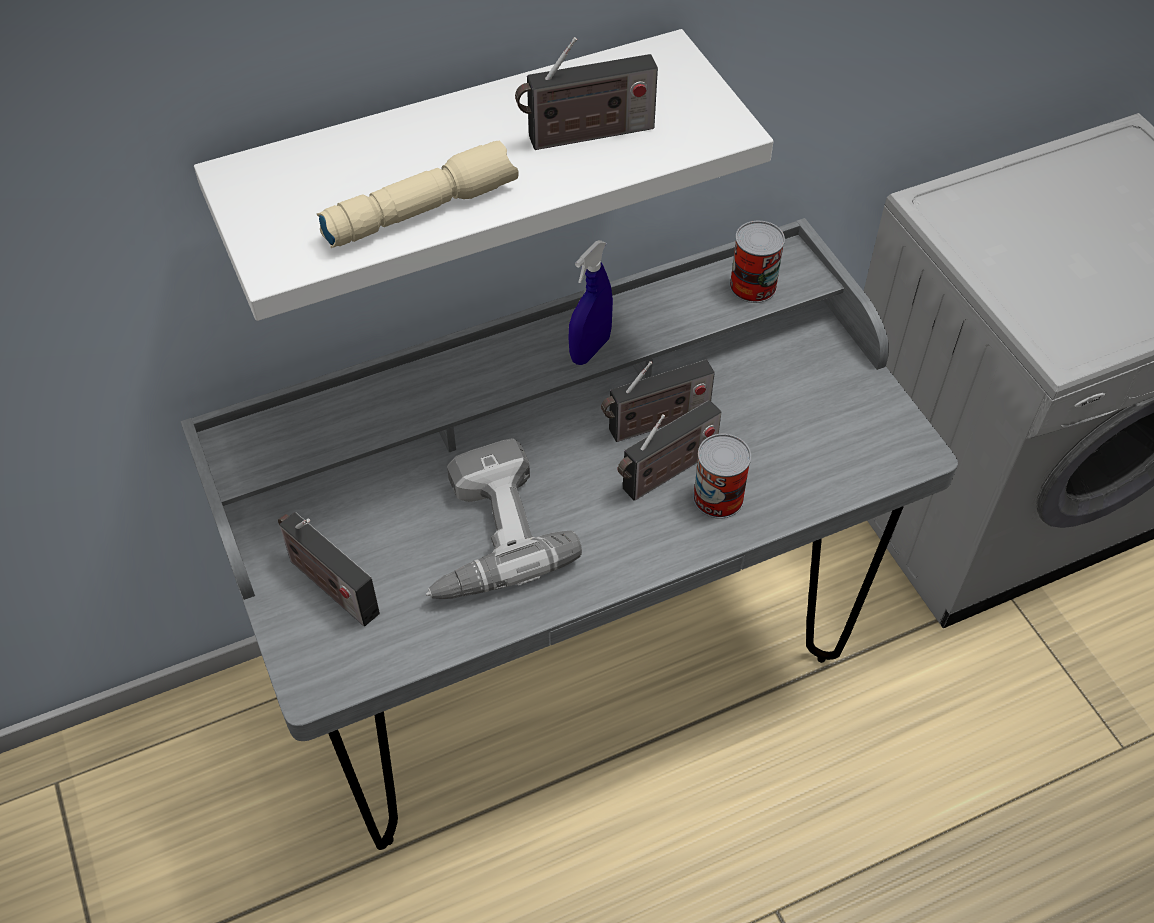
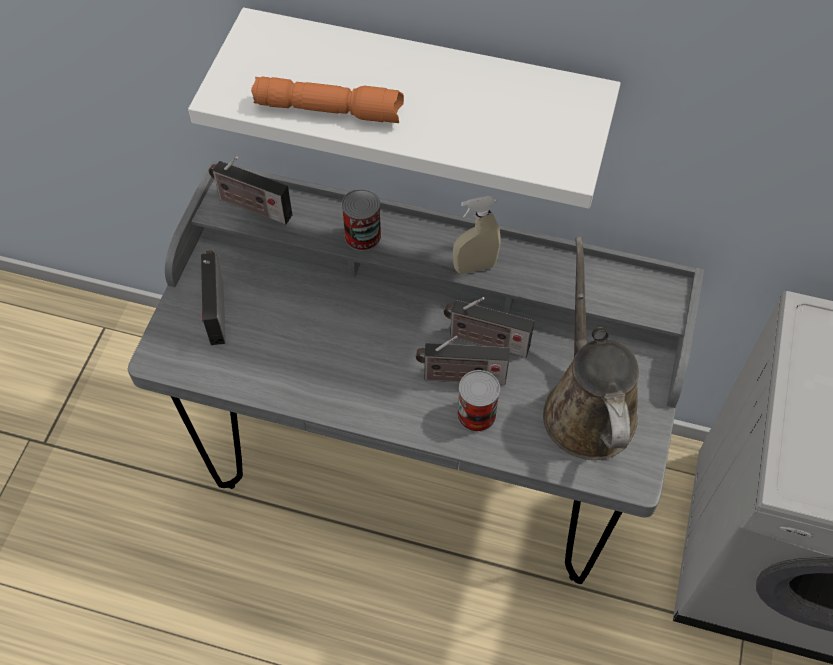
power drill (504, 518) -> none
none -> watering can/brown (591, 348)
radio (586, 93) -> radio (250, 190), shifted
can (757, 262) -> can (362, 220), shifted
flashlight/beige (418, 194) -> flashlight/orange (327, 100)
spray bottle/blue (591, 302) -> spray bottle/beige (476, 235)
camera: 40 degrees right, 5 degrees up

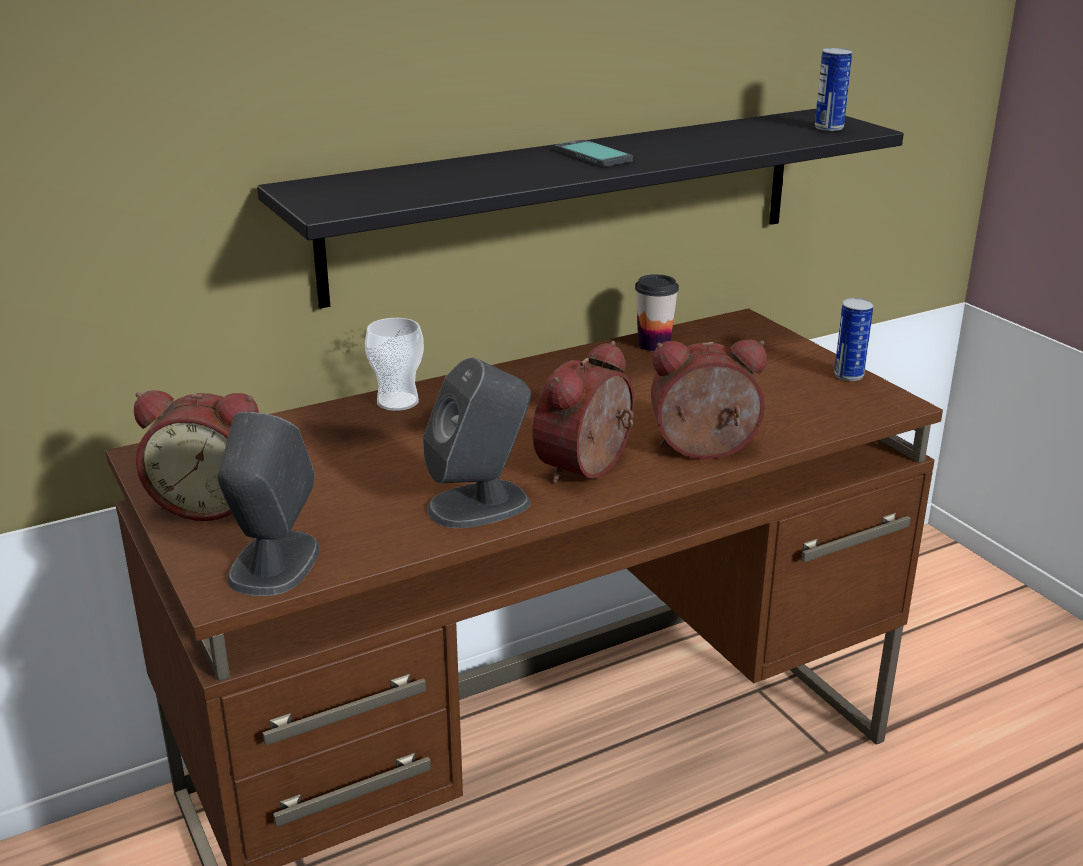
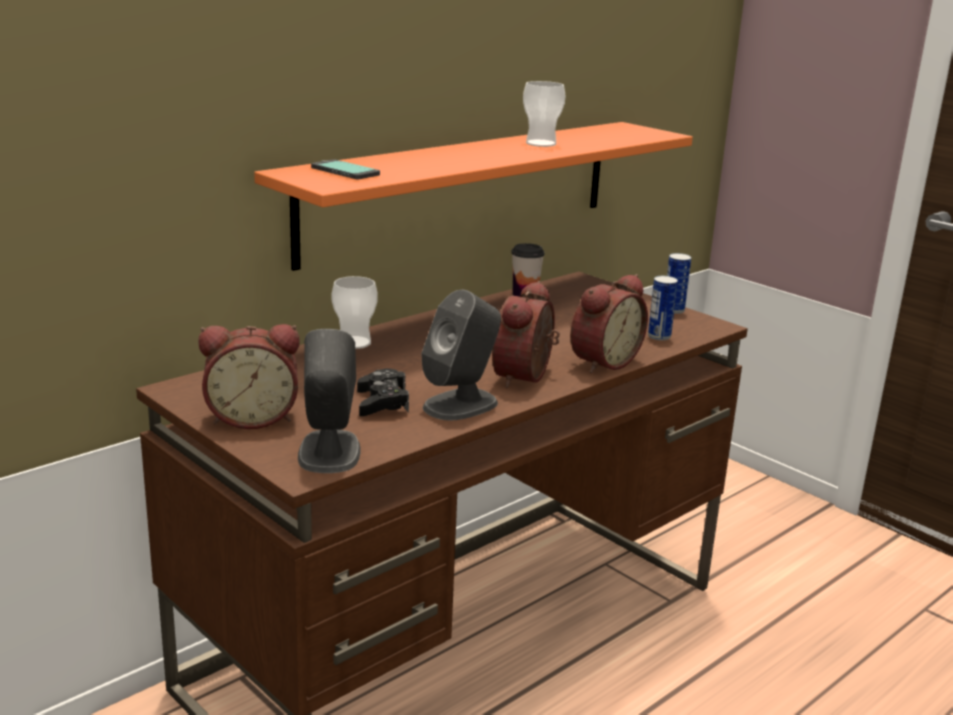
none -> game controller/black (383, 392)
none -> cup (544, 114)
phone (594, 153) -> phone (345, 169), shifted
can (833, 89) -> can (663, 308), shifted
shelf/black (580, 208) -> shelf/orange (473, 196)
alarm clock (709, 399) -> alarm clock (609, 323), 150 degrees clockwise
camera: 15 degrees left, 5 degrees down

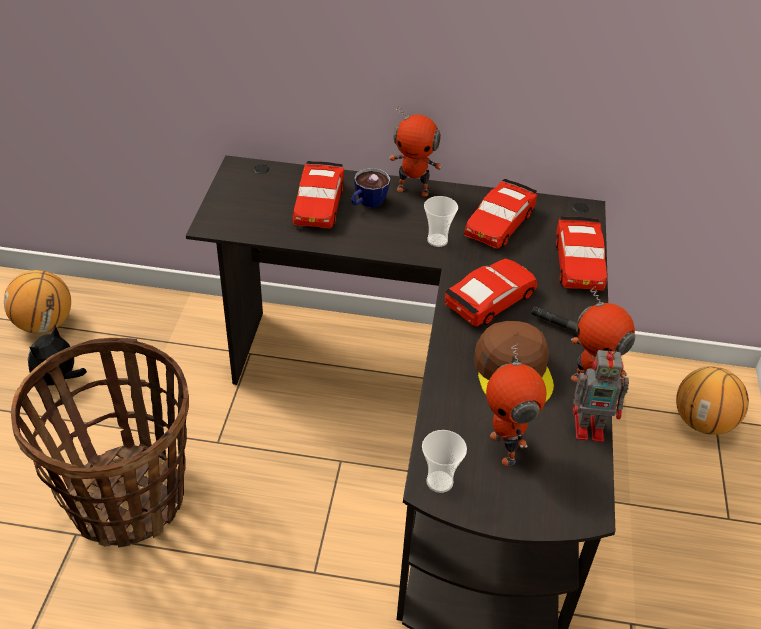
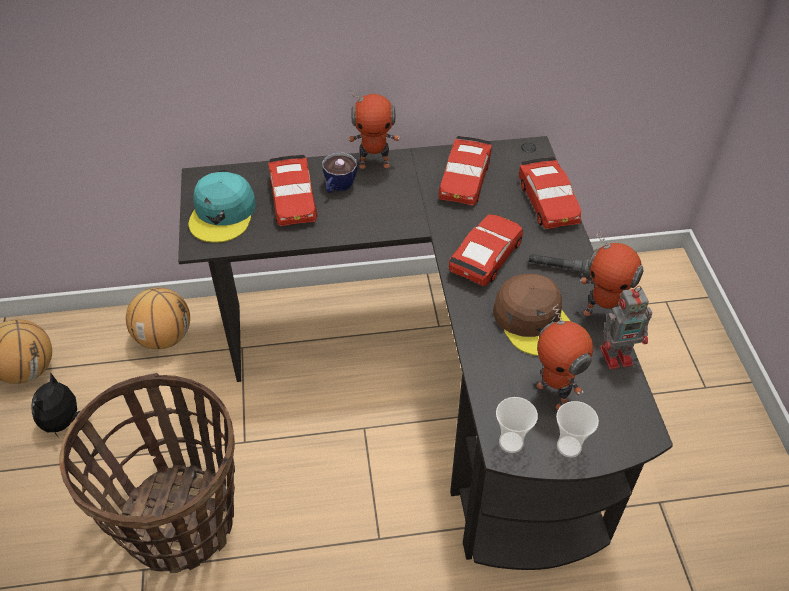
none -> cap/turquoise (222, 207)
cup (441, 221) -> cup (577, 429), shifted
basketball (712, 400) -> basketball (158, 318), shifted
camera: 15 degrees left, 5 degrees up

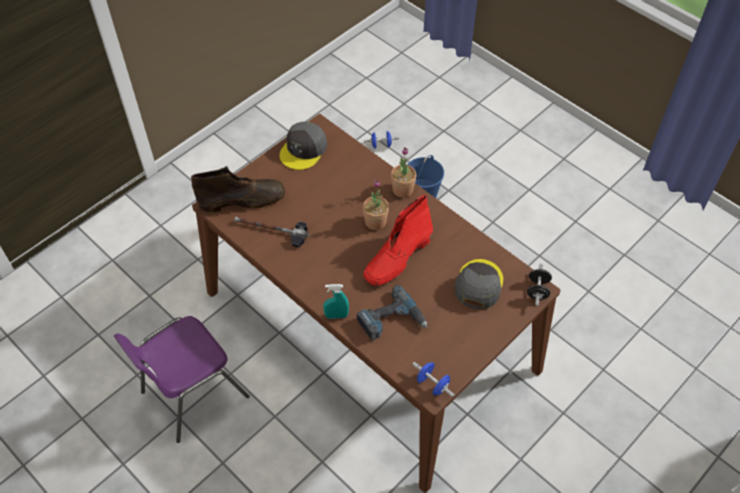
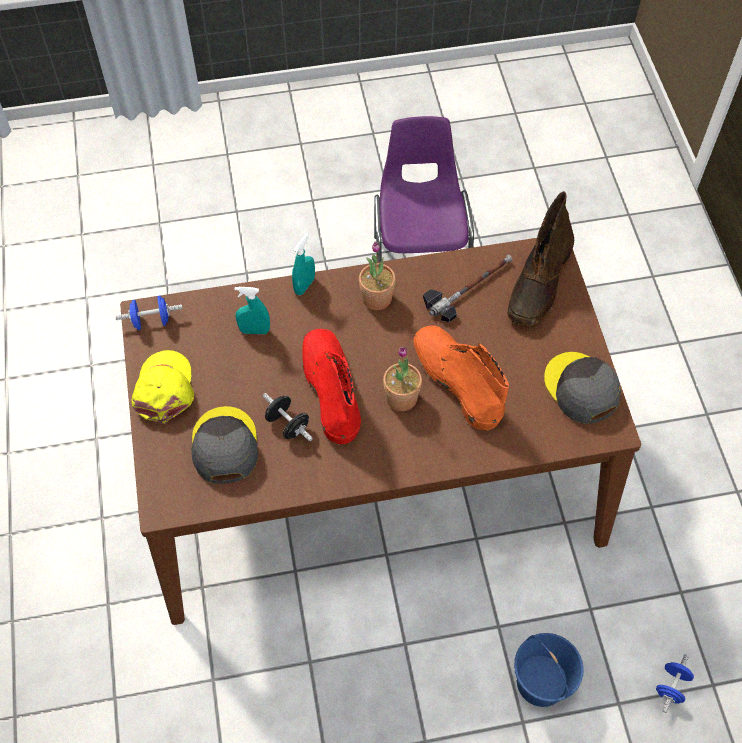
none -> cap/yellow (163, 387)
none -> boot/orange (461, 378)
potted plant (403, 172) -> potted plant (377, 276), shifted
dumbbell/black (539, 284) -> dumbbell/black (288, 417), shifted
power drill (392, 313) -> spray bottle/turquoise (252, 310)
cap/grey (479, 284) -> cap/grey (224, 445), 150 degrees counterclockwise
camera: 125 degrees right, 5 degrees up

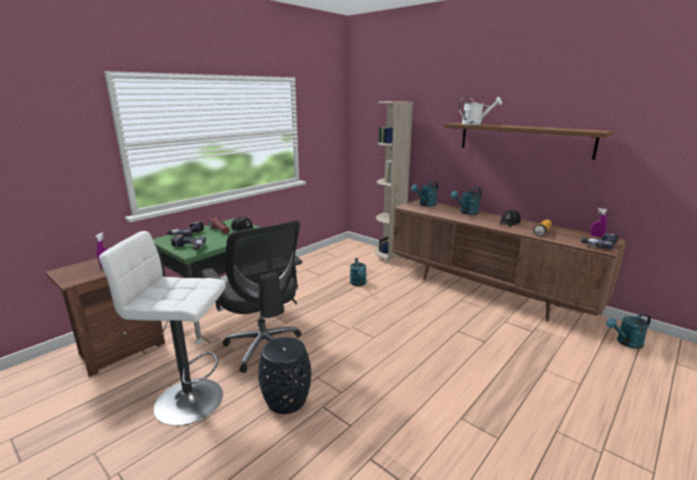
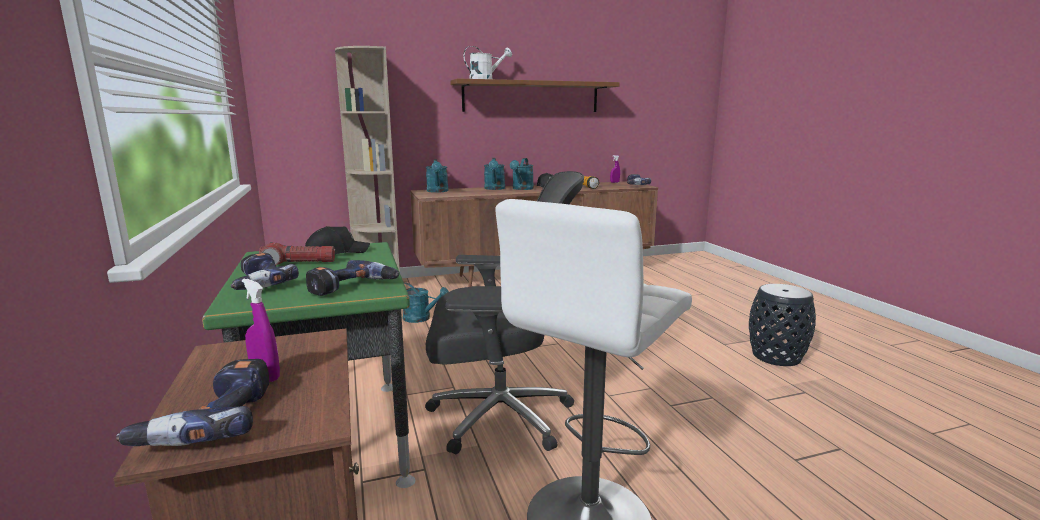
none -> power drill (192, 402)
stool/black (284, 375) -> stool/black (782, 325), shifted
watering can/turquoise (628, 331) -> watering can/turquoise (522, 174), shifted
camera: 60 degrees left, 5 degrees down

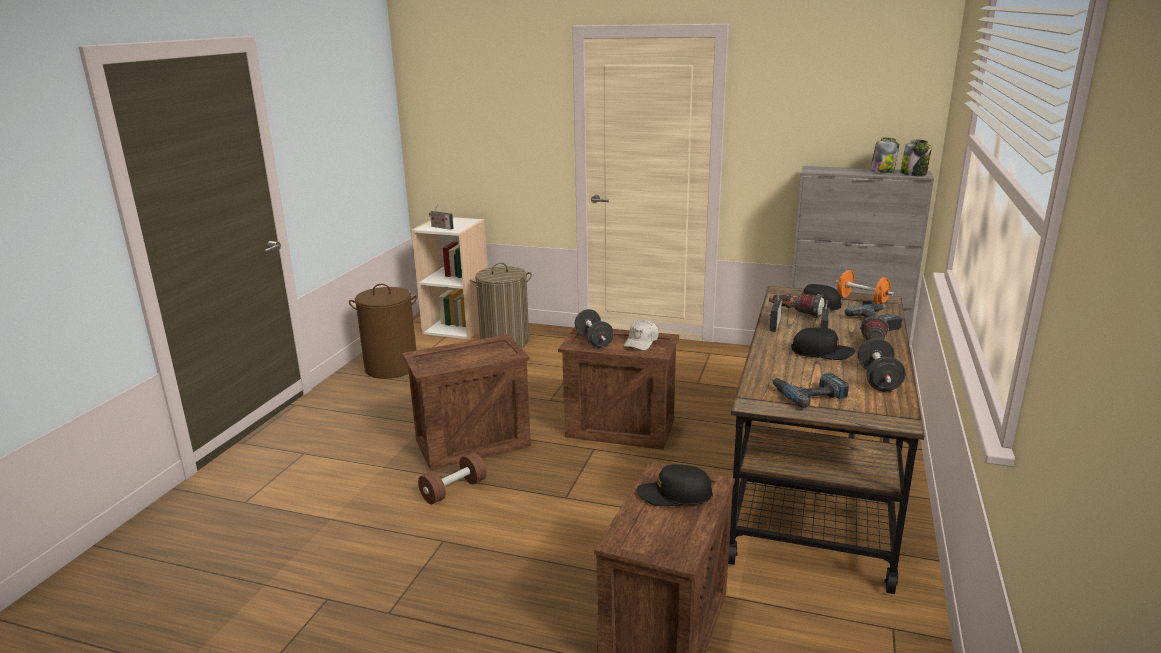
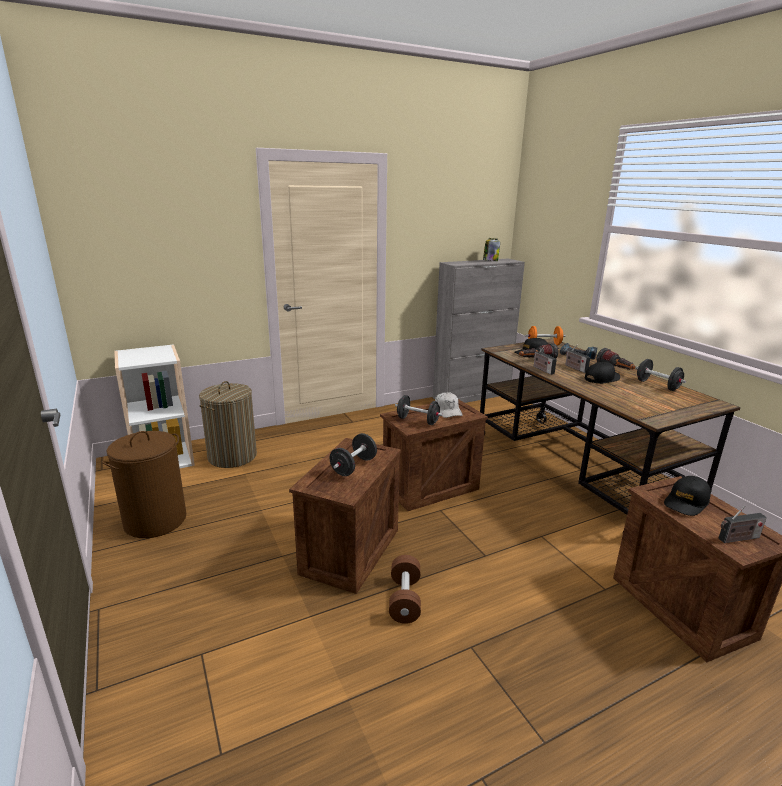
power drill (810, 390) -> none
jar (916, 157) -> none
none -> dumbbell/black (353, 454)
radio (441, 217) -> radio (742, 524), shifted
camera: 45 degrees left, 0 degrees up

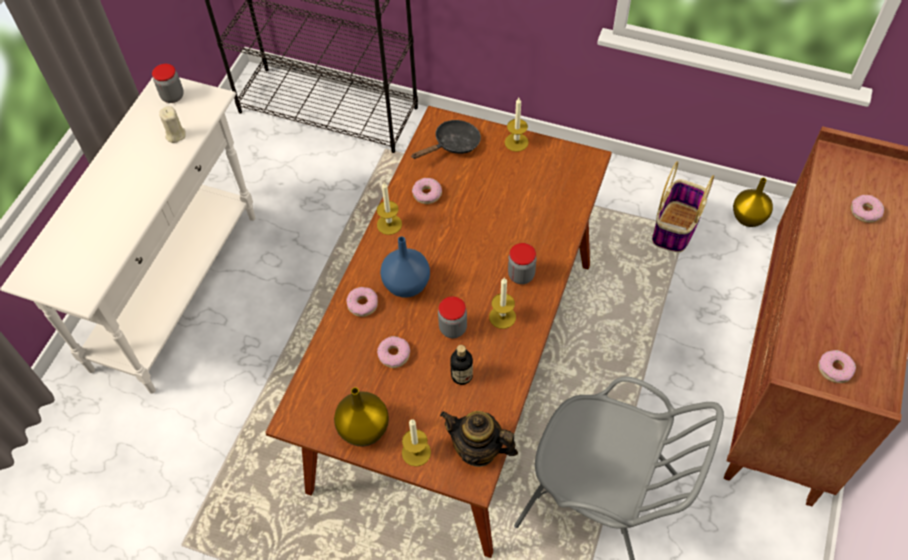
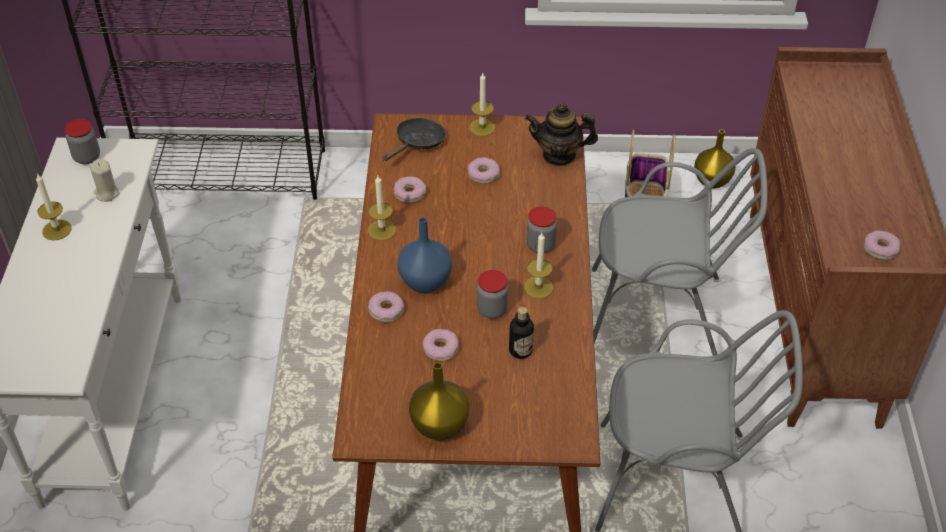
none -> chair/grey (680, 252)
candle (416, 443) -> candle (54, 207), shifted
teapot (479, 439) -> teapot (561, 134), shifted
donut (867, 209) -> donut (483, 170), shifted
camera: 20 degrees left, 10 degrees down

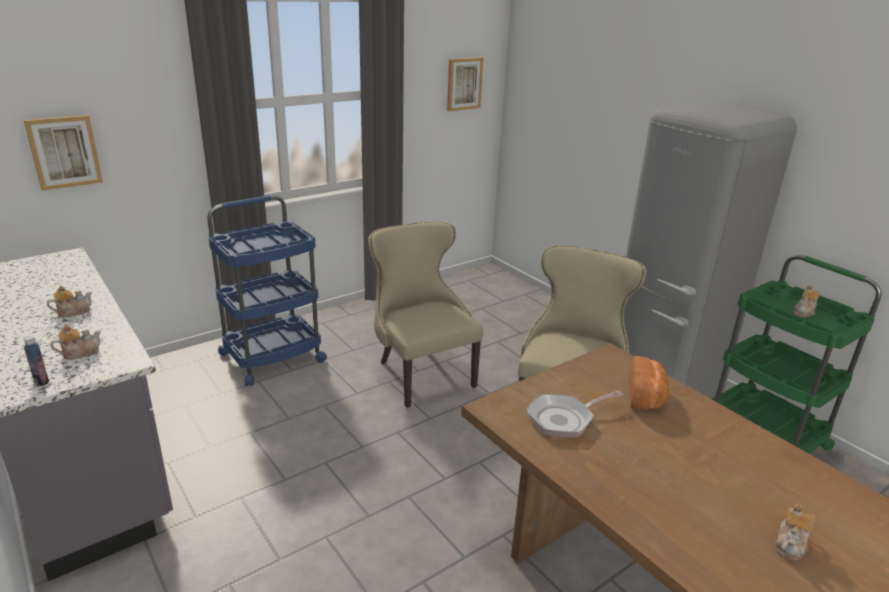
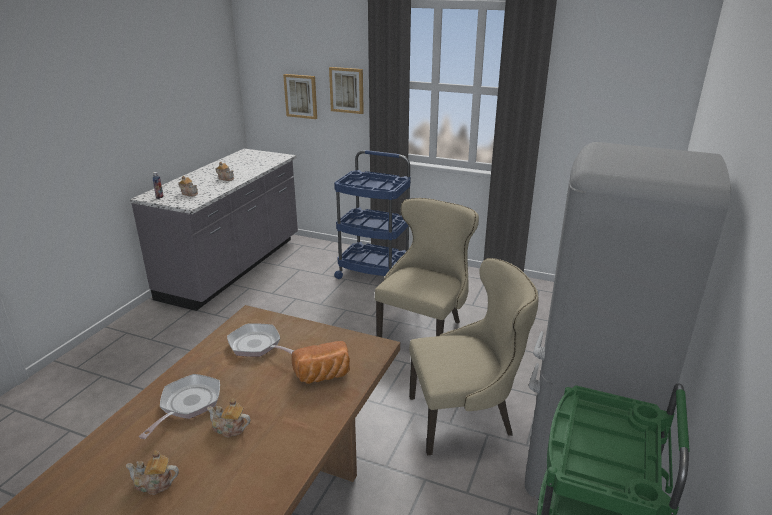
none -> frying pan (179, 406)
picture (465, 84) -> picture (346, 90), shifted
teapot (806, 301) -> teapot (228, 418), shifted
camera: 60 degrees right, 0 degrees up

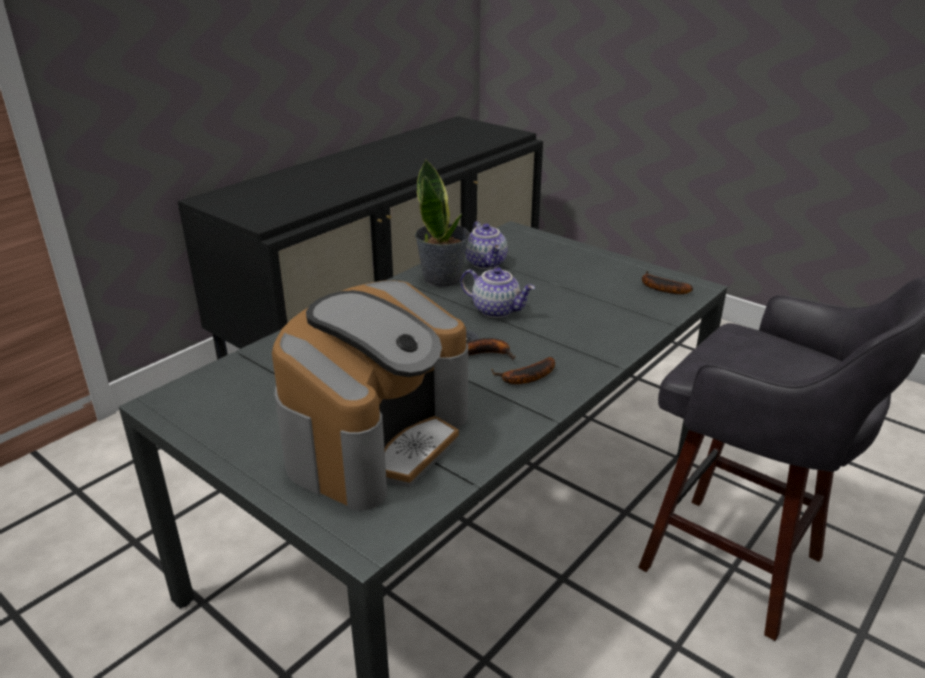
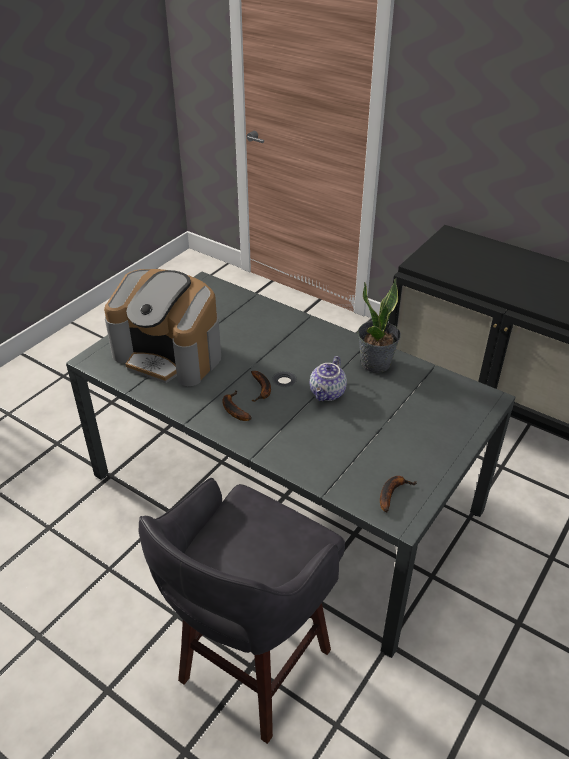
teapot (486, 245) -> none
camera: 85 degrees right, 10 degrees up

